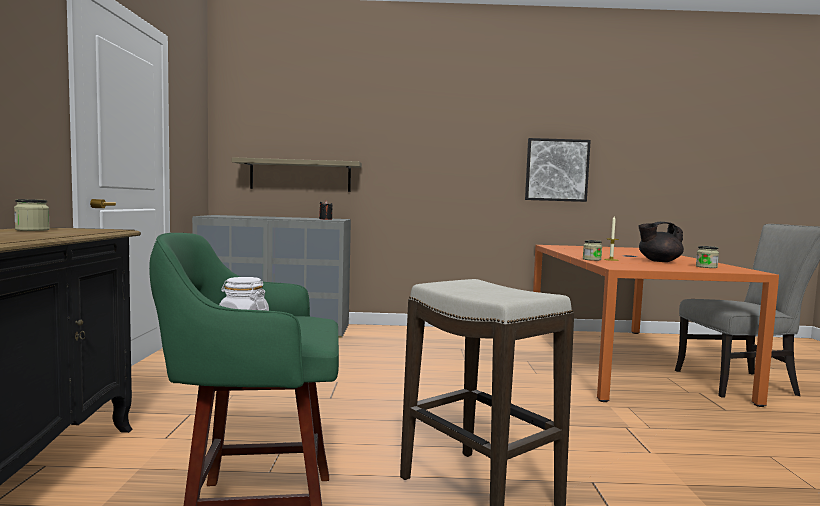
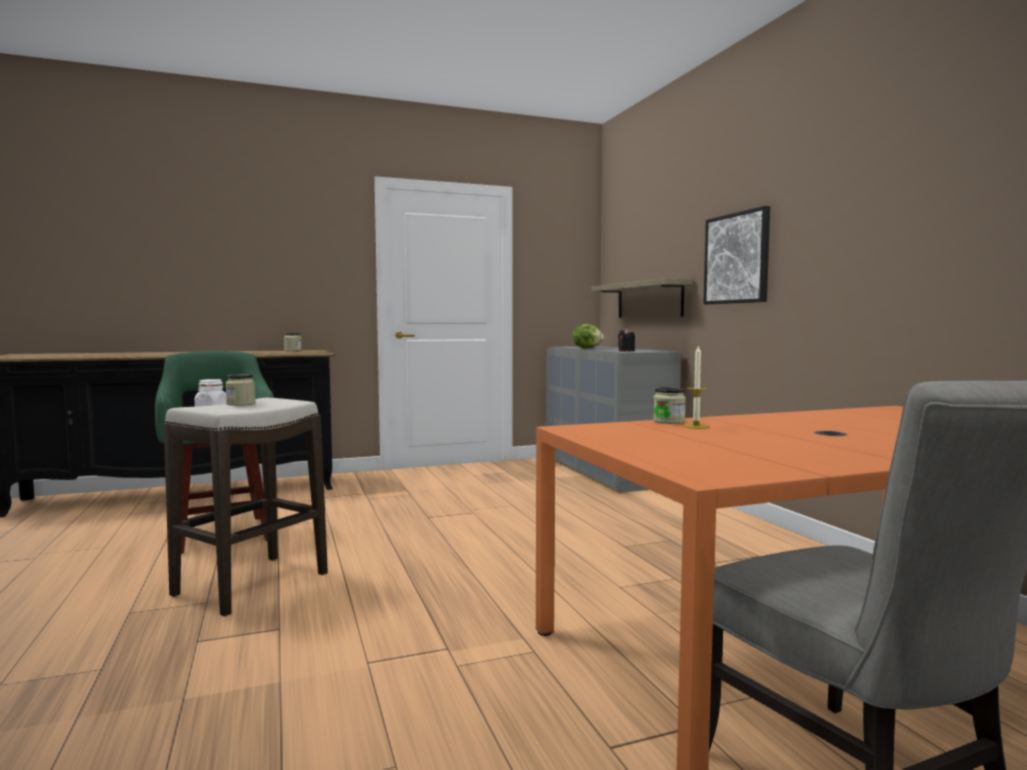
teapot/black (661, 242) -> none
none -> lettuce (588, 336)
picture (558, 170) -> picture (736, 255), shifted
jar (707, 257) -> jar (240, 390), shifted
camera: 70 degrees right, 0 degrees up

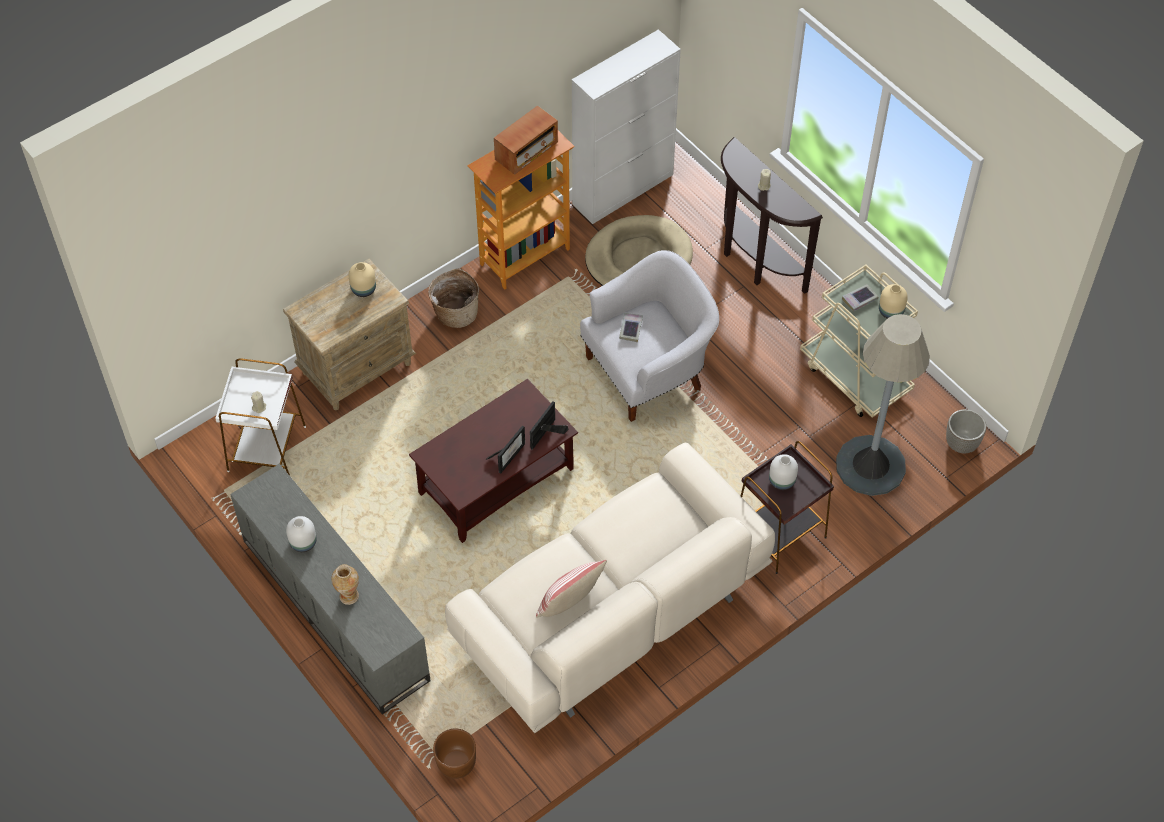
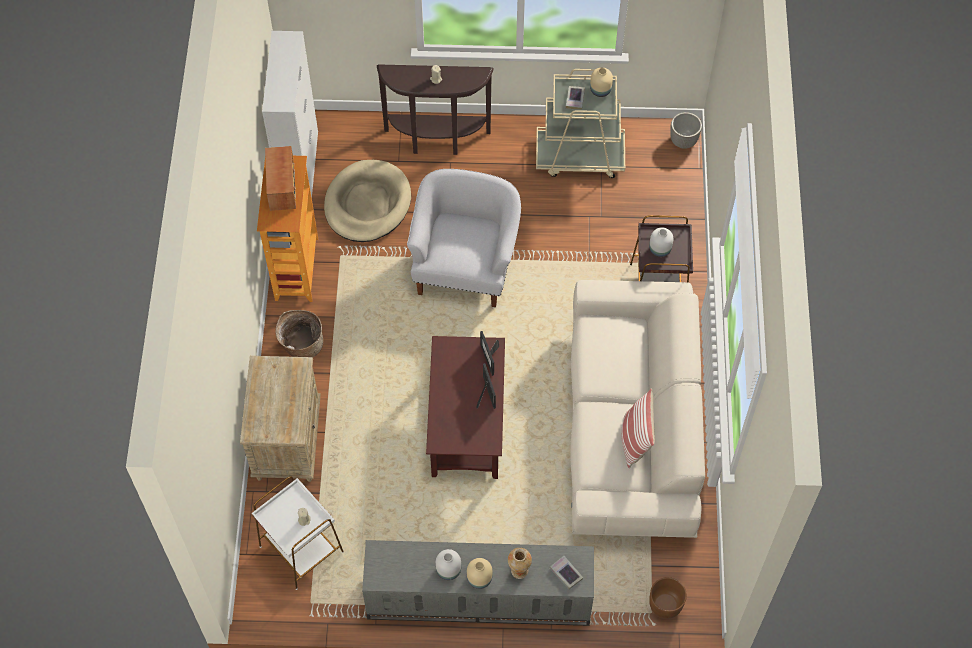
floor lamp/grey (883, 405) -> none
vase/beige (362, 279) -> vase/beige (479, 573), shifted
book (631, 327) -> book (566, 572), shifted
camera: 50 degrees left, 5 degrees up

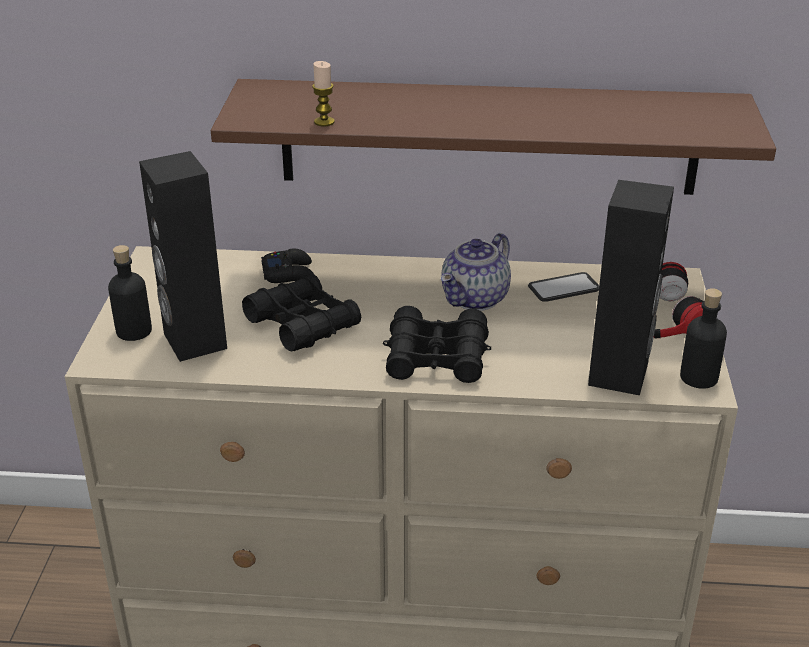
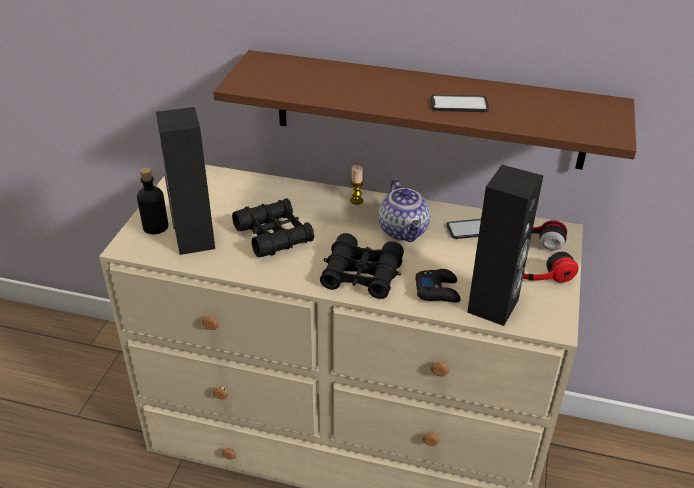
bottle/black (703, 338) -> none
none -> phone (460, 103)
game controller/black (288, 266) -> game controller/black (438, 286), shifted
candle (323, 93) -> candle (357, 185), shifted
teapot (476, 272) -> teapot (404, 210), 60 degrees counterclockwise
camera: 10 degrees right, 5 degrees up

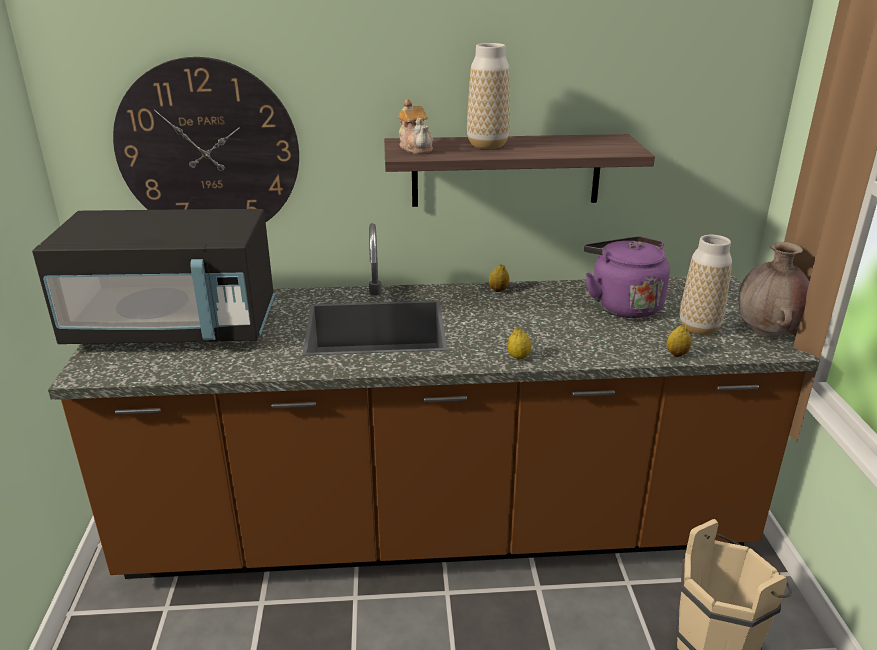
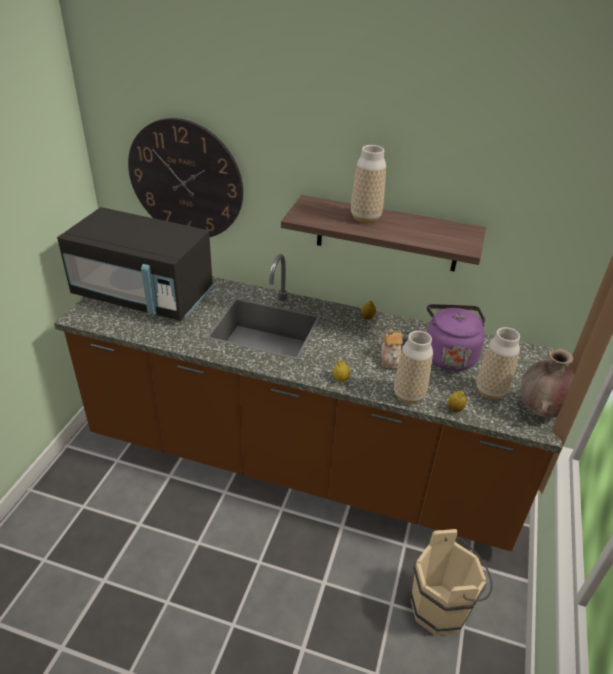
none -> vase (413, 367)
teapot (416, 126) -> teapot (392, 348), shifted
camera: 20 degrees right, 10 degrees up

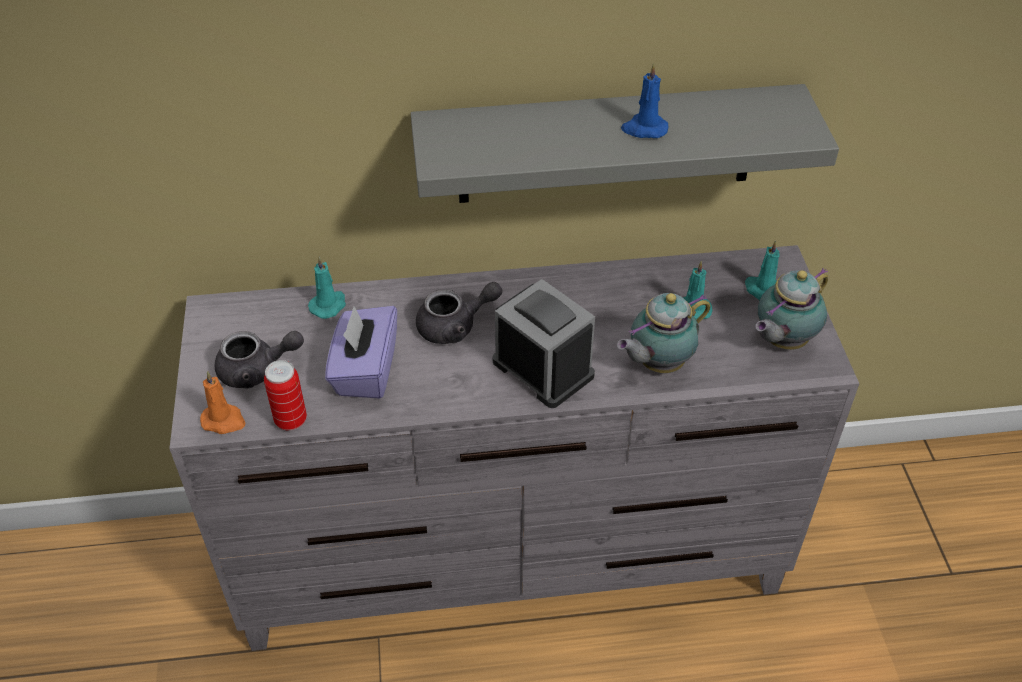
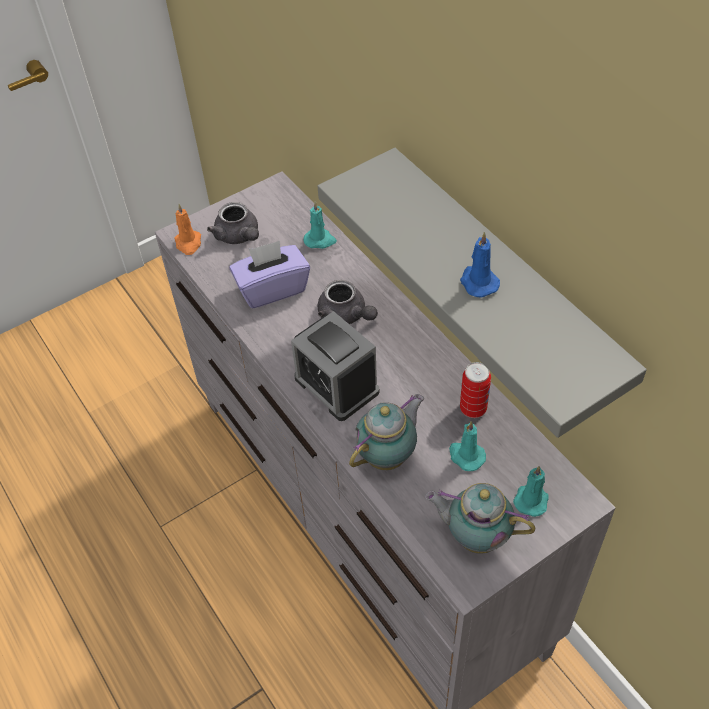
can (285, 395) -> can (475, 390), shifted
alarm clock (544, 343) -> alarm clock (335, 366), 120 degrees clockwise
teapot (663, 333) -> teapot (386, 432), 105 degrees clockwise
camera: 65 degrees right, 5 degrees up

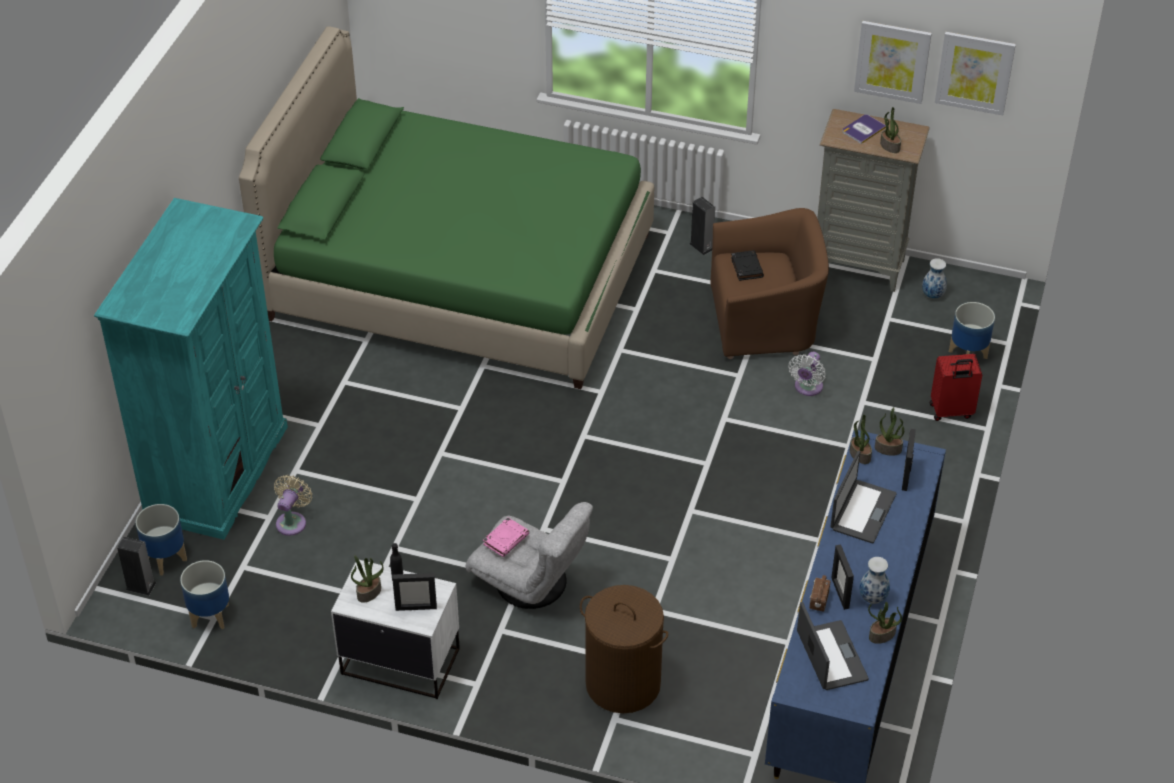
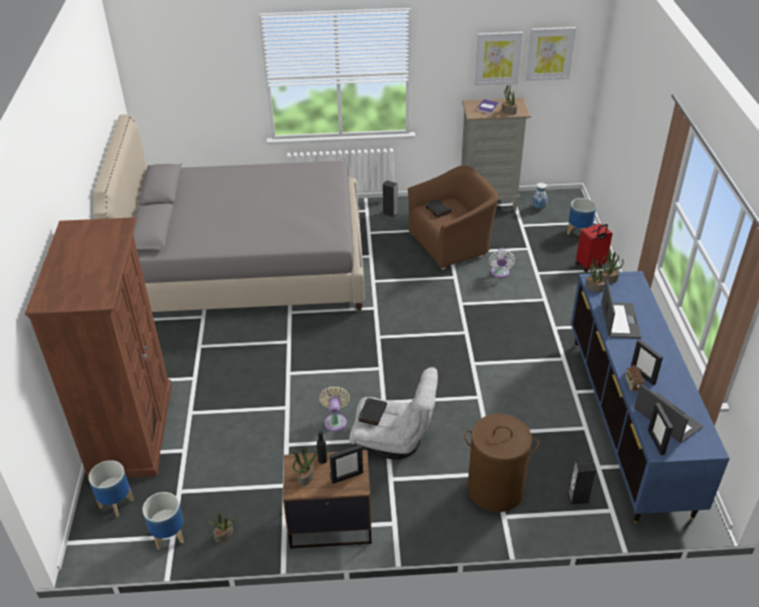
vase (874, 580) -> none
speaker (136, 566) -> speaker (581, 483), shifted
fan/beige (293, 505) -> fan/beige (334, 409), shifted
potted plant (885, 623) -> potted plant (220, 527), shifted
picture frame (909, 460) -> picture frame (660, 429), shifted
wardrobe/turquoise (191, 369) -> wardrobe/brown (98, 348)
bed/green (446, 207) -> bed/grey (229, 213)
nightstand/white (395, 629) -> nightstand/brown (327, 499)
book/pink (506, 537) -> book/black (372, 412)
camera: 20 degrees left, 5 degrees down

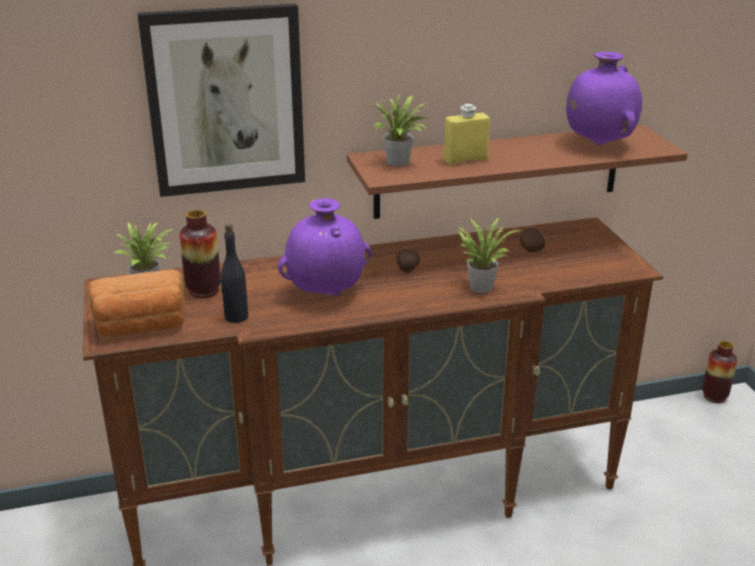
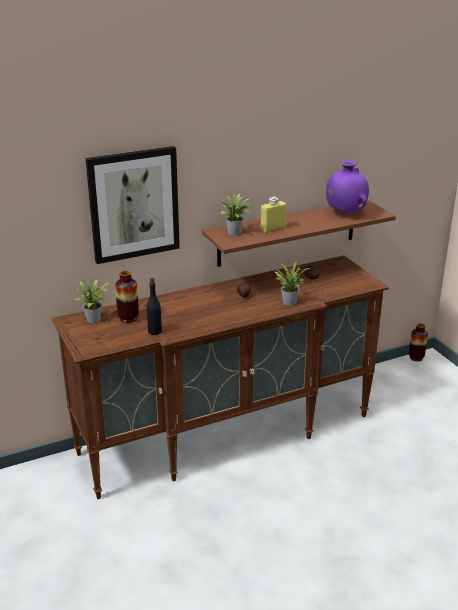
bread (136, 303) -> none
vase/purple (325, 246) -> none
camera: 10 degrees left, 0 degrees up

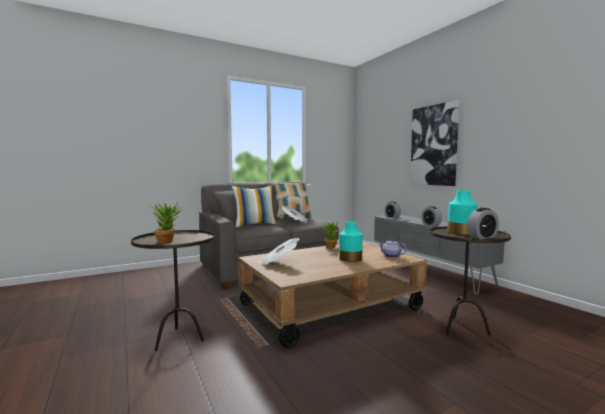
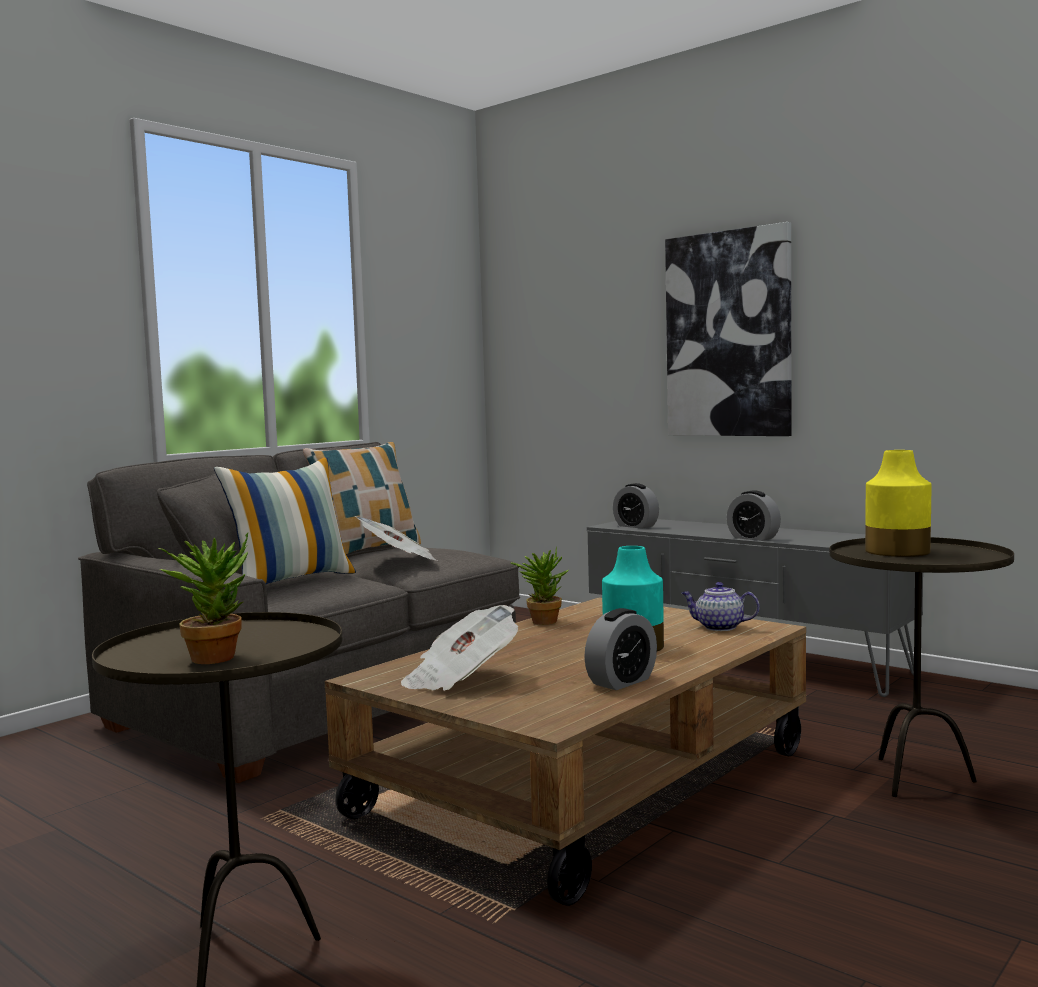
alarm clock (483, 223) -> alarm clock (620, 649), shifted
vase/turquoise (462, 212) -> vase/yellow (898, 503)
camera: 20 degrees left, 0 degrees up

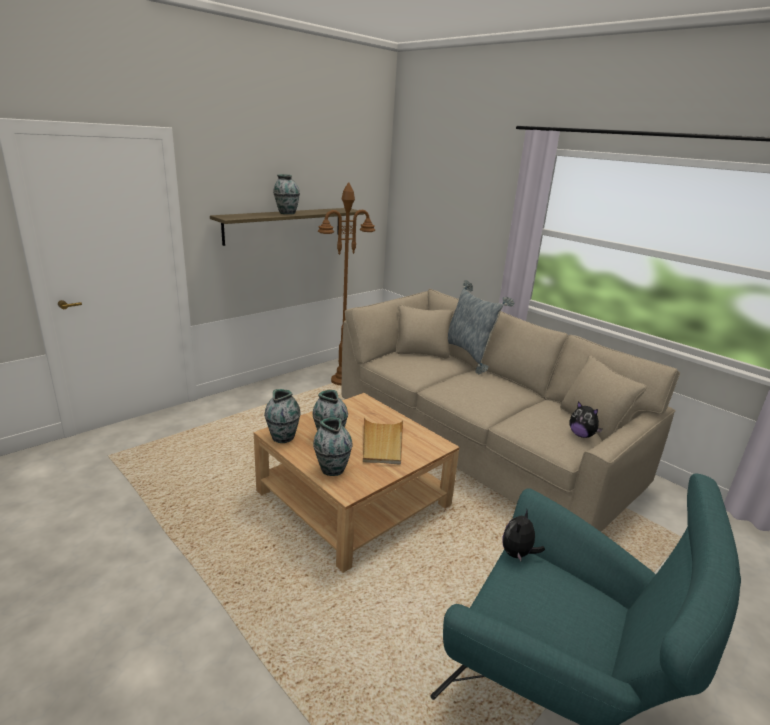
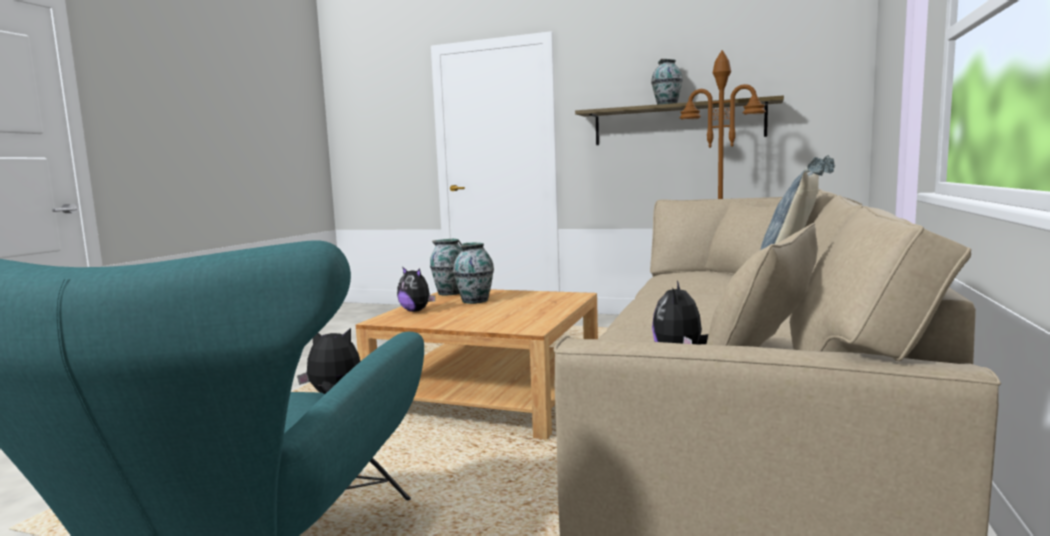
tray/beige (383, 441) -> none
vase (333, 446) -> plush toy (416, 289)
camera: 65 degrees right, 15 degrees down

